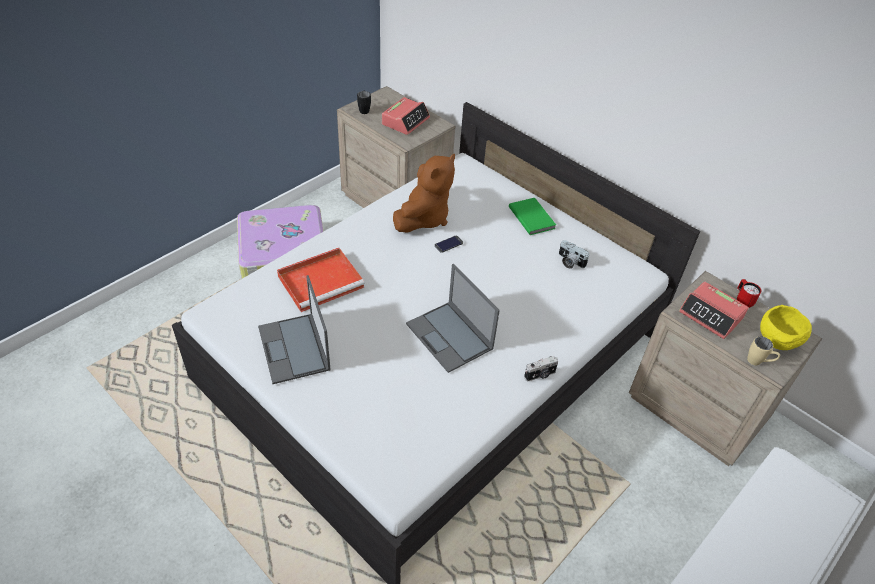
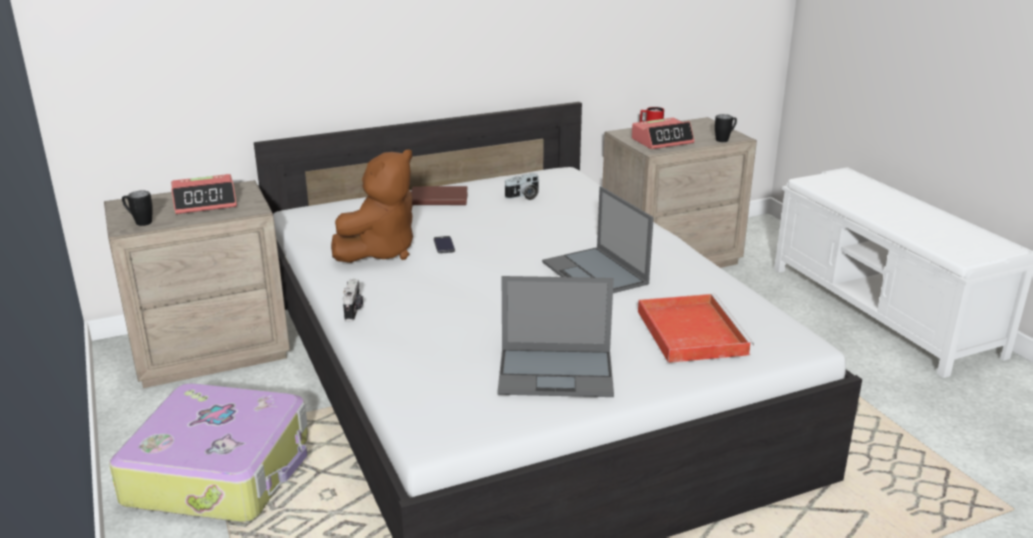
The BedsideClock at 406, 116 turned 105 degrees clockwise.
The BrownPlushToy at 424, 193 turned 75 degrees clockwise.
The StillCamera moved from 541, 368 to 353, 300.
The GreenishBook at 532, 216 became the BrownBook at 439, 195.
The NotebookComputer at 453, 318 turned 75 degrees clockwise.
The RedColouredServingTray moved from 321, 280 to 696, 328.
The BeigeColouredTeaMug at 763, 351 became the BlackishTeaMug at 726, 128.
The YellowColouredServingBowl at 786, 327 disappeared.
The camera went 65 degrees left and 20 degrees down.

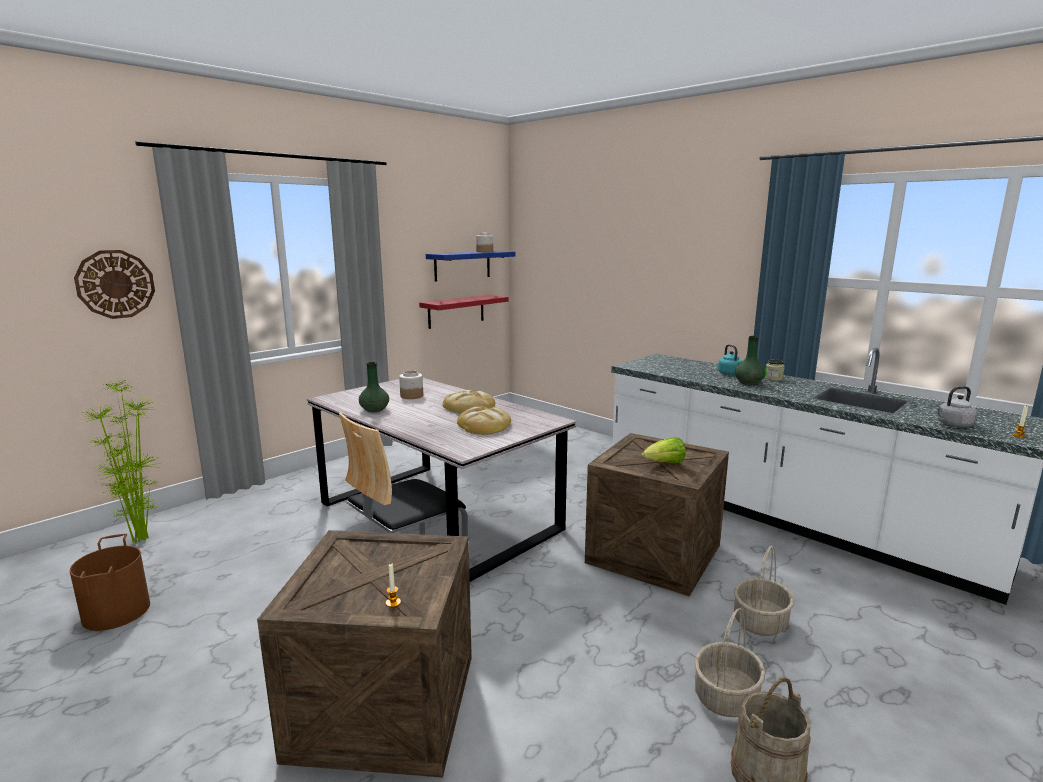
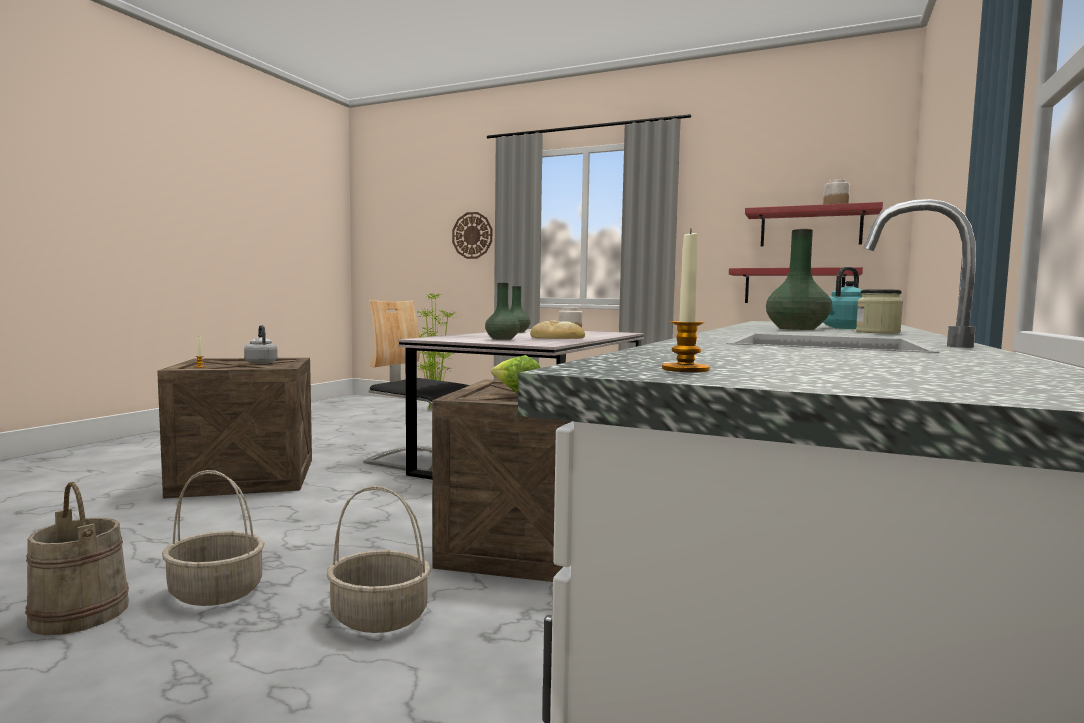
The GreyishWaterKettle moved from 956, 406 to 261, 344.
The Bread at 484, 421 was replaced by the GreenishVase at 502, 311.
The BlueColouredShelf at 470, 266 became the RedColouredShelf at 814, 224.
The BrownWaterBucket at 110, 582 disappeared.
The camera went 70 degrees right and 10 degrees down.

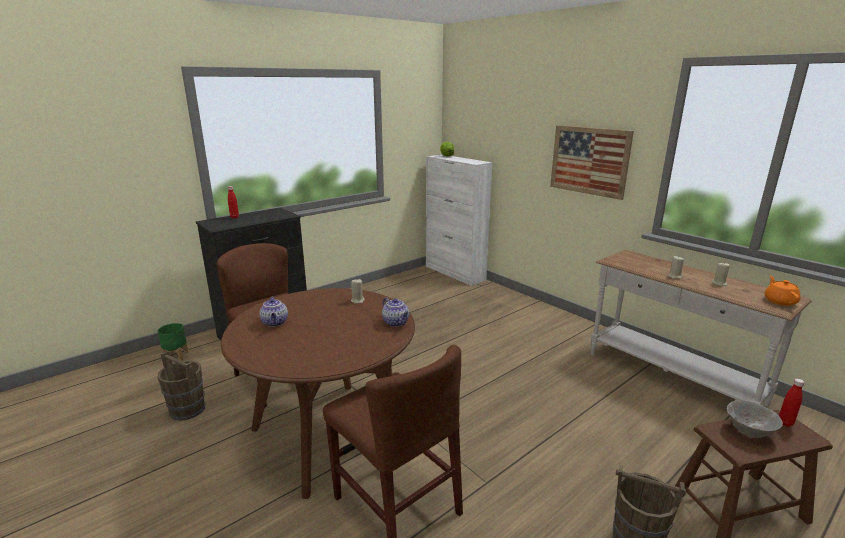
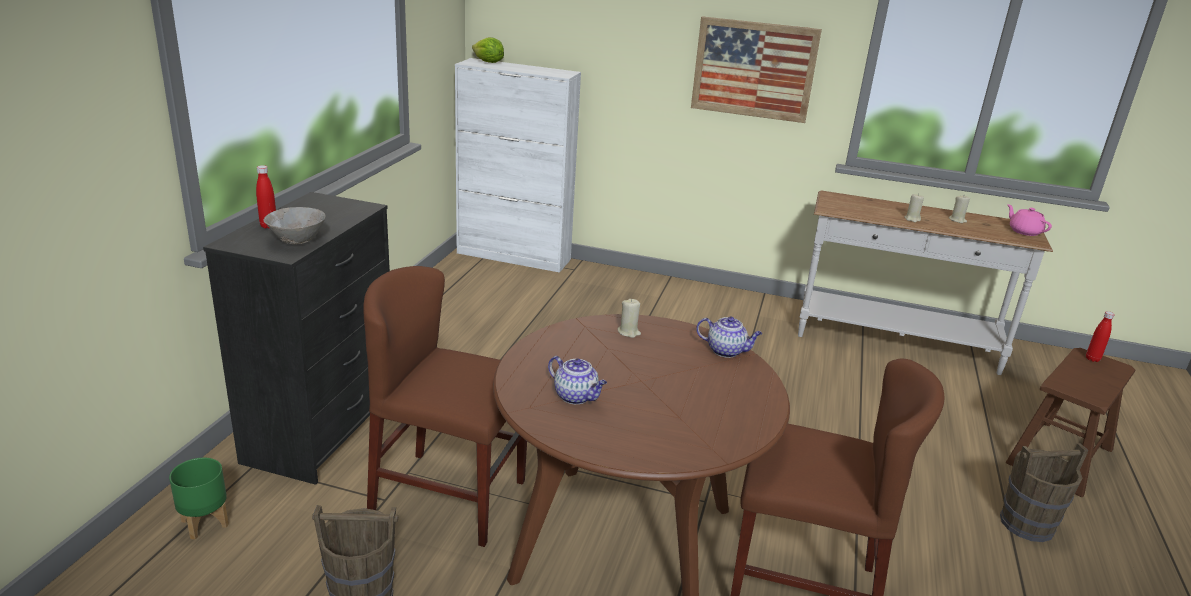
The GreyishServingBowl moved from 755, 419 to 295, 225.
The OrangeColouredTeaPot at 782, 291 became the PinkTeaPot at 1029, 220.
The camera went 35 degrees left and 5 degrees up.

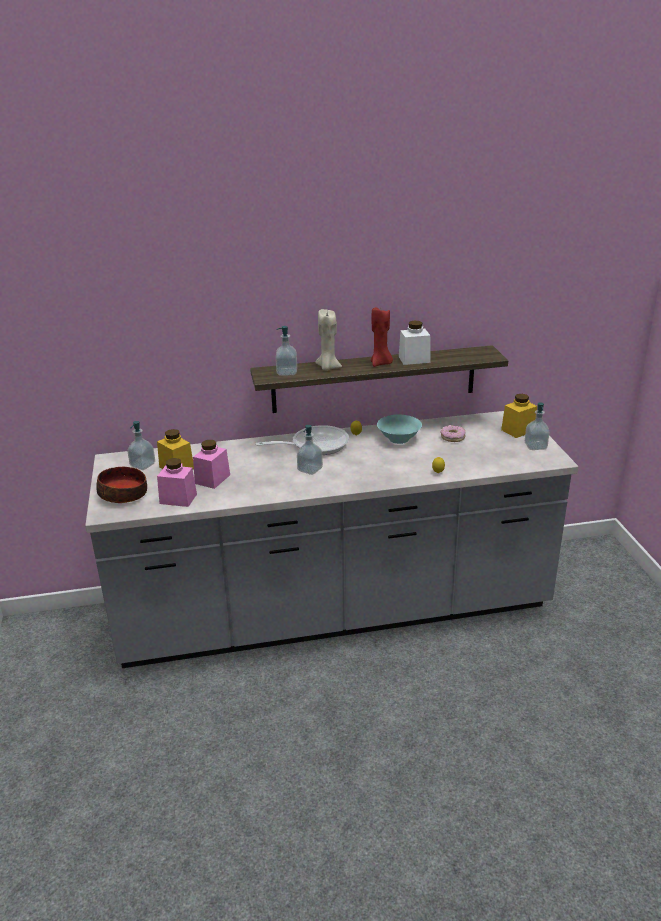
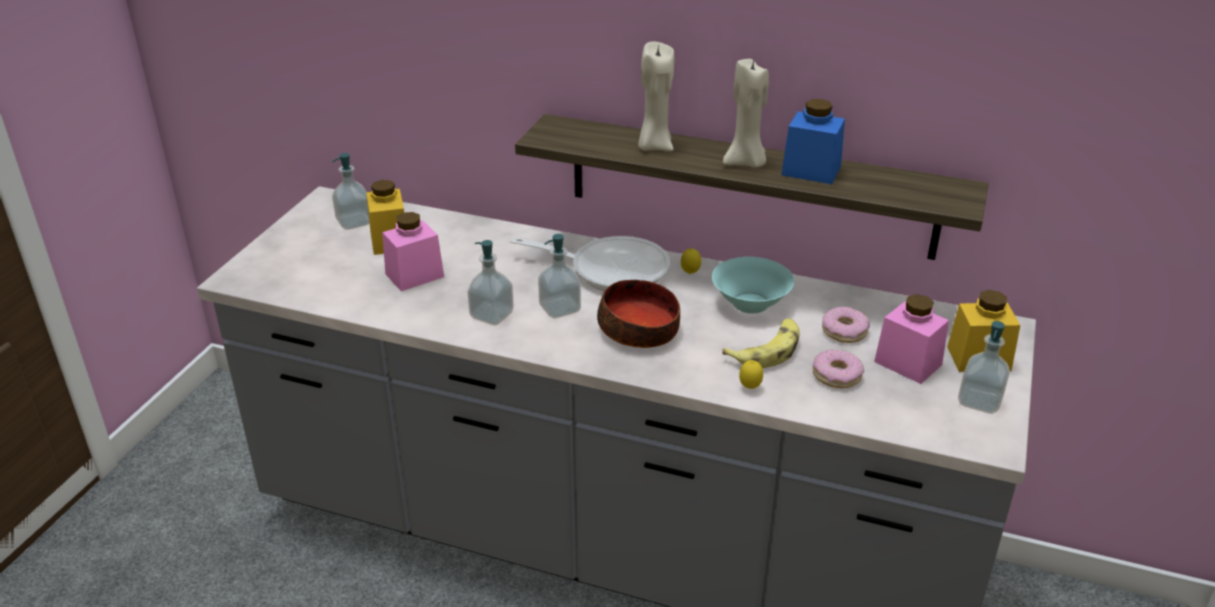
The SoapBottle moved from 286, 351 to 490, 282.
The ServingBowl moved from 121, 485 to 638, 314.
The BananaFruit at 761, 343 appeared.
The RedColouredWaxCandle at 382, 337 became the BeigeColouredWaxCandle at 746, 113.
The WhitePreserveJar at 415, 343 became the BlueColouredPreserveJar at 813, 141.
The Doughnut at 838, 368 appeared.
The PinkPreserveJar moved from 177, 482 to 911, 339.
The camera went 30 degrees right and 5 degrees up.

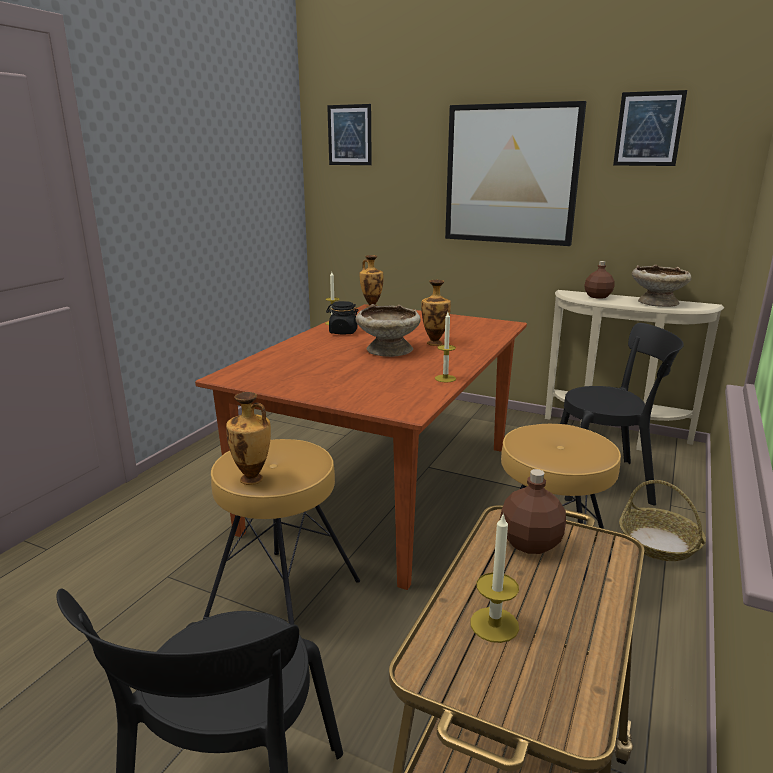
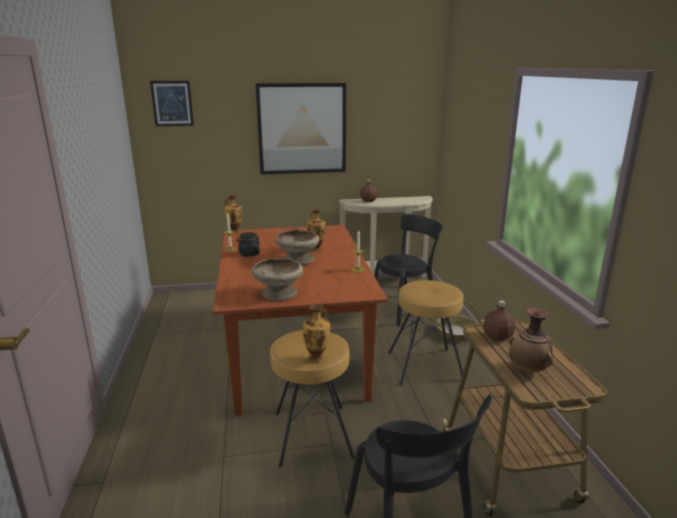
The BeigeColouredServingBowl moved from 661, 286 to 277, 279.
The WaxCandle at 495, 577 was replaced by the Vase at 531, 340.
The WallArt at 650, 128 disappeared.
The camera went 35 degrees left and 0 degrees up.

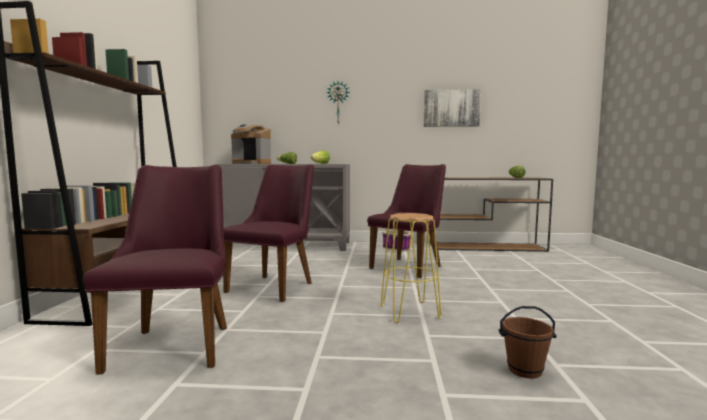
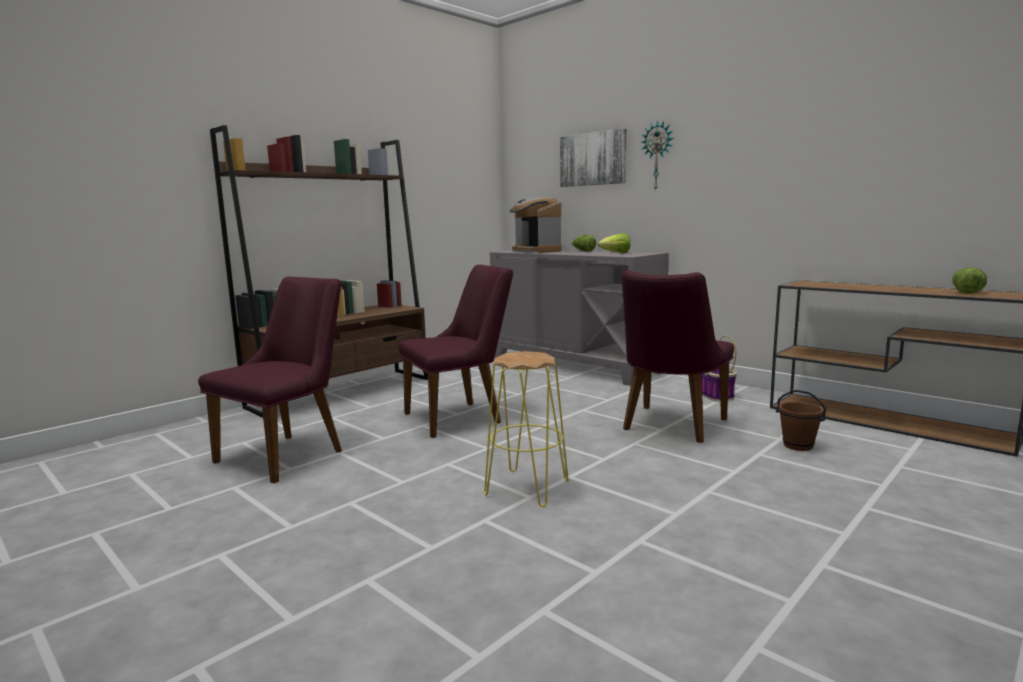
The WallArt moved from 452, 108 to 593, 157.
The PurpleChair at 406, 221 turned 135 degrees clockwise.
The BrownWaterBucket moved from 528, 342 to 801, 420.
The camera went 40 degrees right and 5 degrees up.

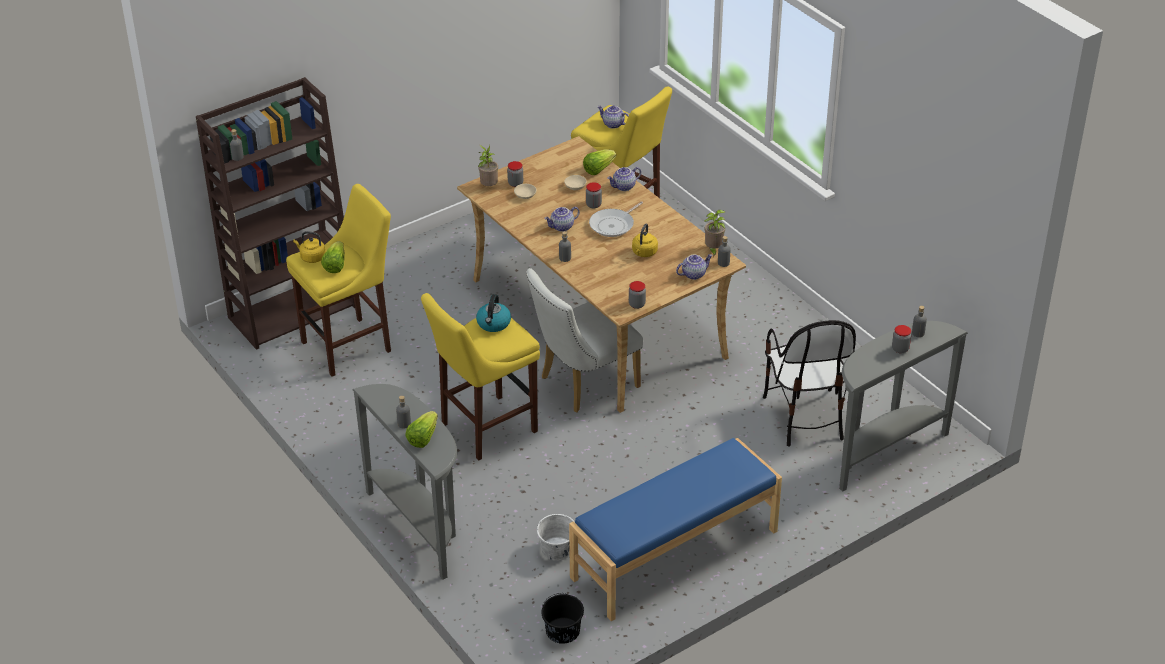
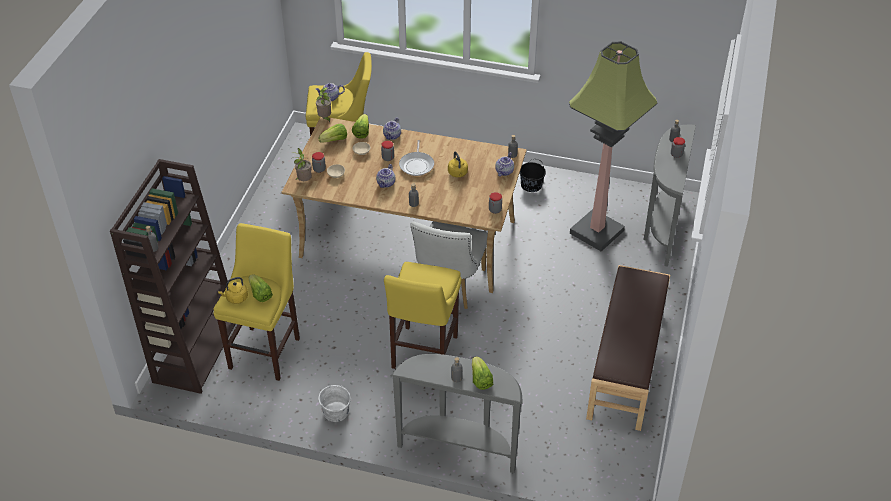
The PlantInAPot moved from 715, 233 to 323, 104.
The LettuceHead at 332, 133 appeared.
The WhiteWaterBucket moved from 556, 537 to 334, 403.
The BlackishWaterBucket moved from 562, 618 to 533, 176.
The Chair at 809, 383 was replaced by the FloorLamp at 613, 147.
The BlueColouredIndoorBench at 675, 529 became the BrownIndoorBench at 628, 348.
The WaterKettle at 493, 313 disappeared.
The camera went 40 degrees left and 5 degrees up.

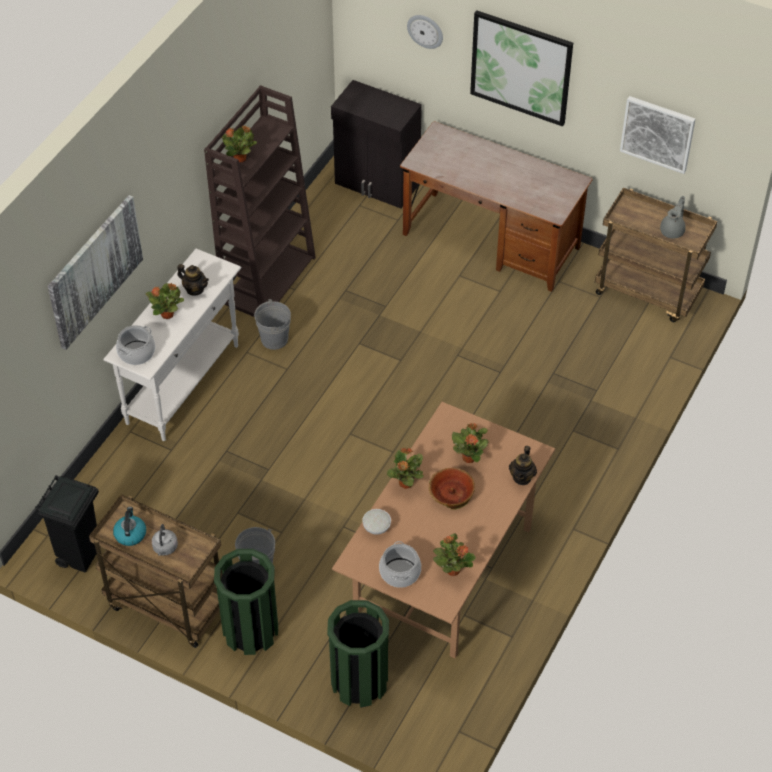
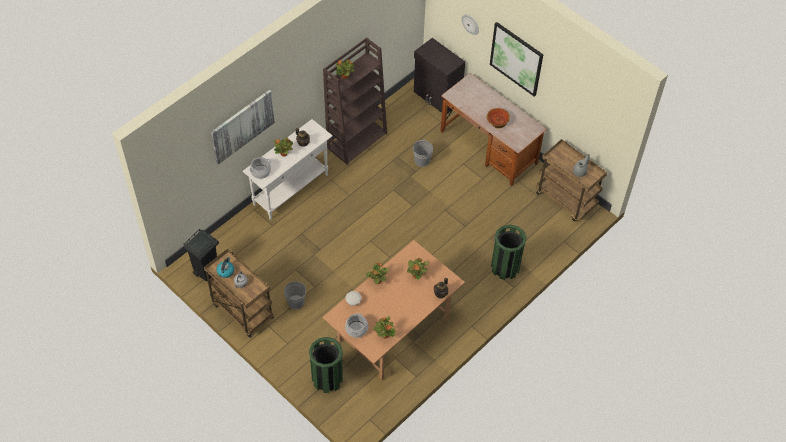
The GreyishWaterBucket moved from 272, 324 to 423, 153.
The ServingBowl moved from 452, 489 to 498, 118.
The GreenishTrashCan moved from 246, 602 to 509, 252.
The WallArt at 657, 135 disappeared.
The camera went 15 degrees right and 5 degrees up.

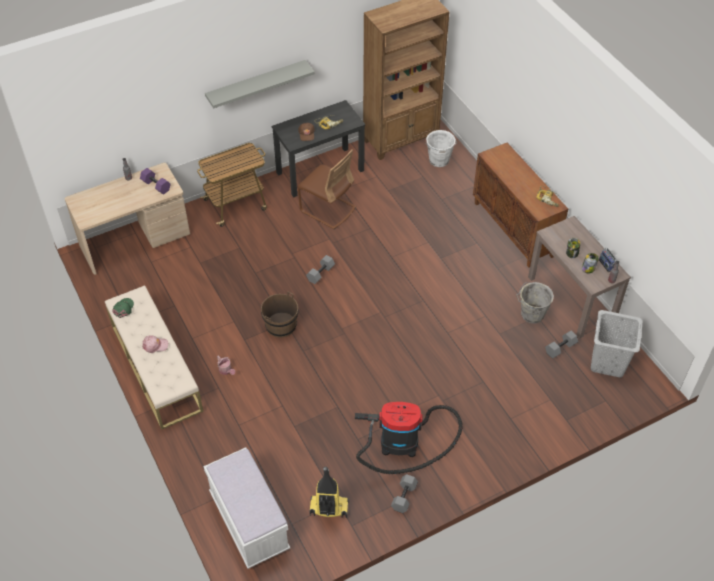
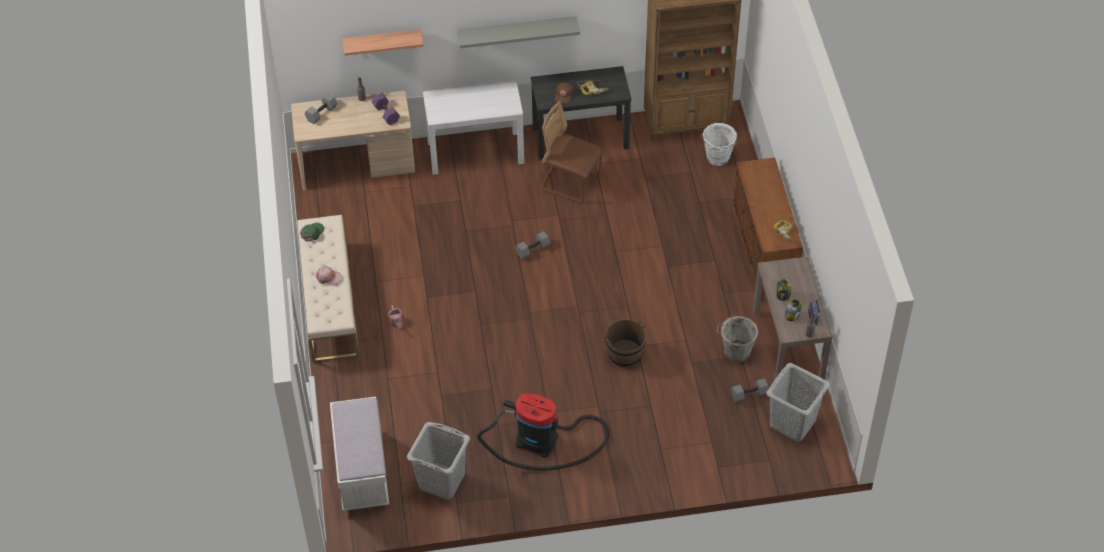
The GreyishDumbbell moved from 404, 493 to 321, 108.
The Shelf at 383, 42 appeared.
The Vacuum at 329, 492 was replaced by the GreyishLaundryBasket at 438, 461.
The Trolley at 232, 185 was replaced by the WhiteConsoleTable at 473, 128.
The BrownChair at 326, 189 turned 150 degrees clockwise.
The BrownWaterBucket moved from 279, 314 to 625, 343.
The camera went 20 degrees right and 0 degrees up.

